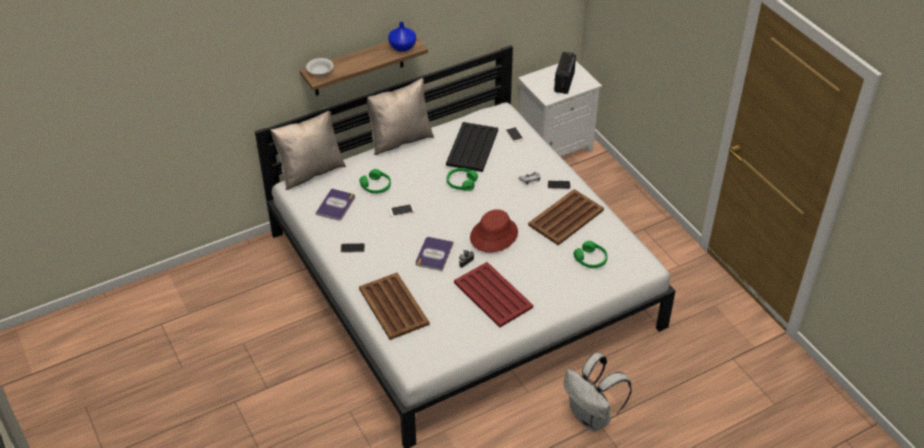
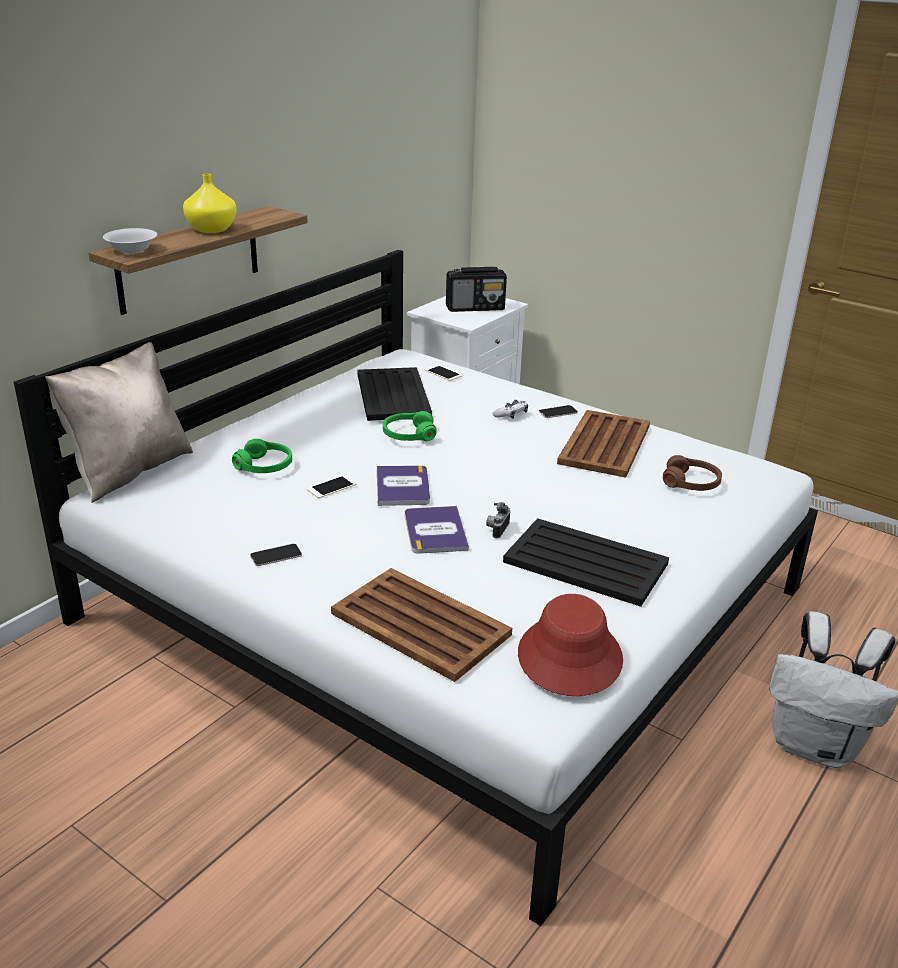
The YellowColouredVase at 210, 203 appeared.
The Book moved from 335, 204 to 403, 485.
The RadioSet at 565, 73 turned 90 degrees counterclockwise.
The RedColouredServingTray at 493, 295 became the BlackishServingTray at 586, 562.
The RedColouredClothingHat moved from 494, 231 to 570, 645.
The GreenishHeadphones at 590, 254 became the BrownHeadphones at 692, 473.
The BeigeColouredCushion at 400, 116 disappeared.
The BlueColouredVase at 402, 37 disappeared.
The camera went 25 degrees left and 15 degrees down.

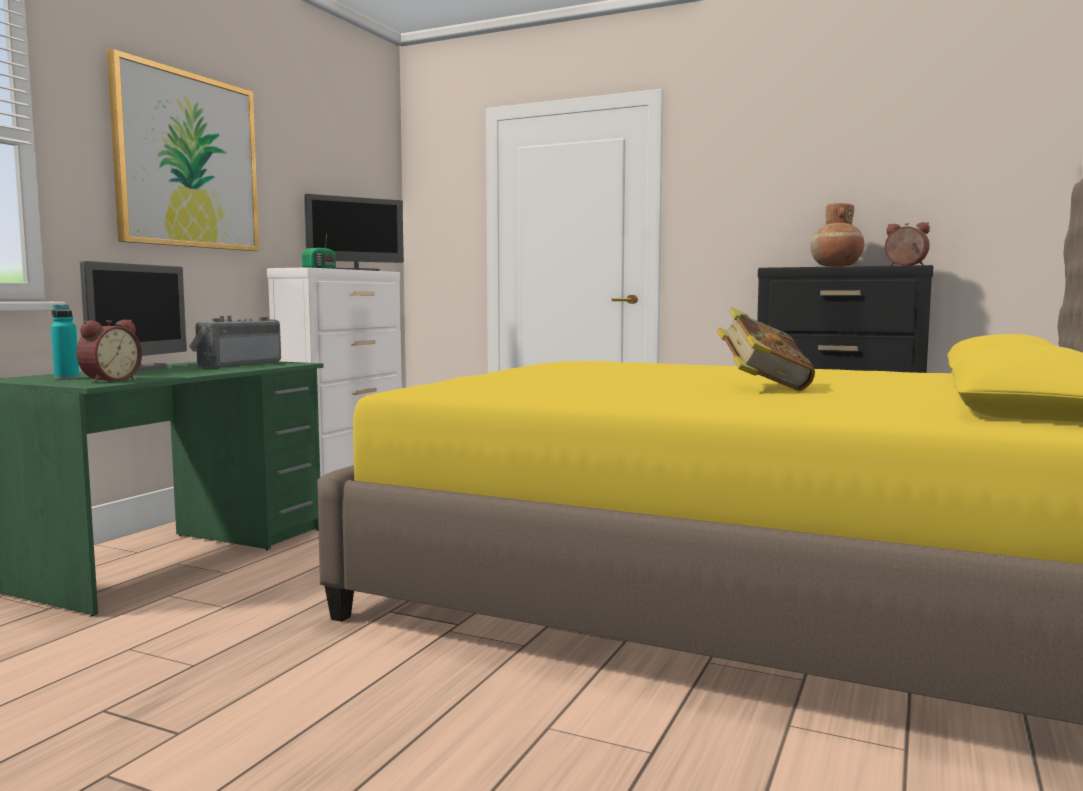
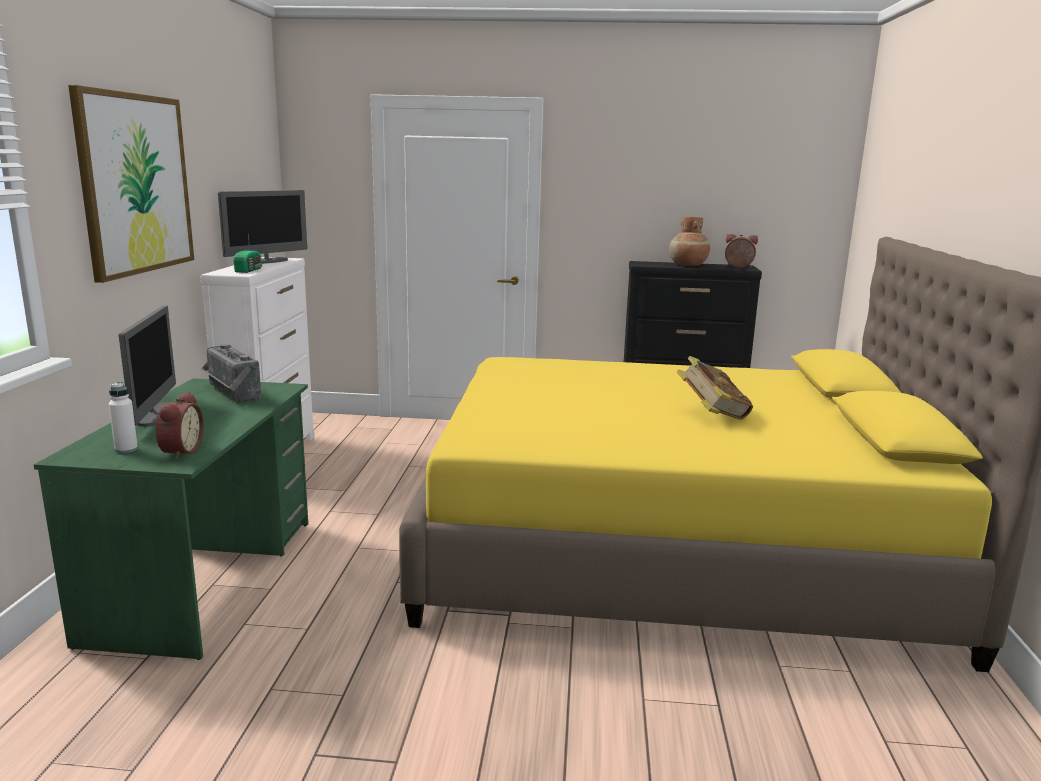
The TurquoiseDrinkBottle at 65, 342 became the WhiteDrinkBottle at 123, 417.
The RadioSet at 235, 341 turned 45 degrees counterclockwise.
The camera went 20 degrees left and 10 degrees up.

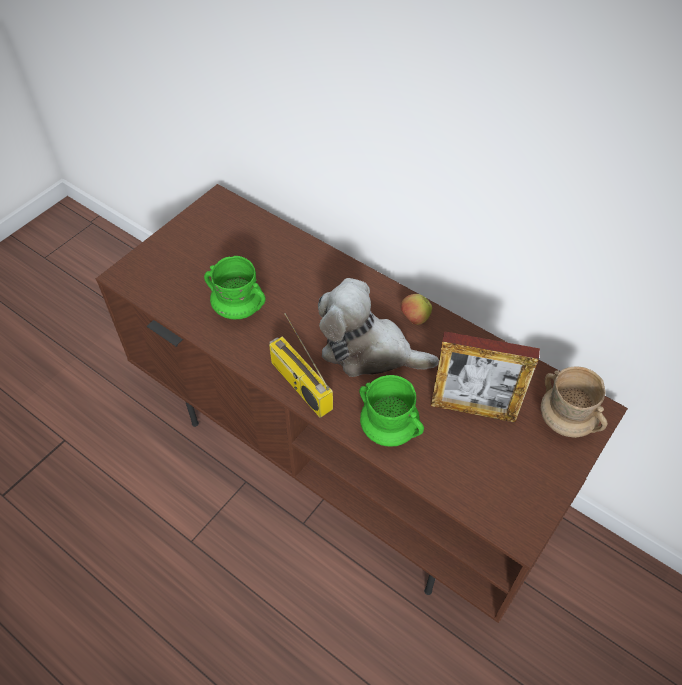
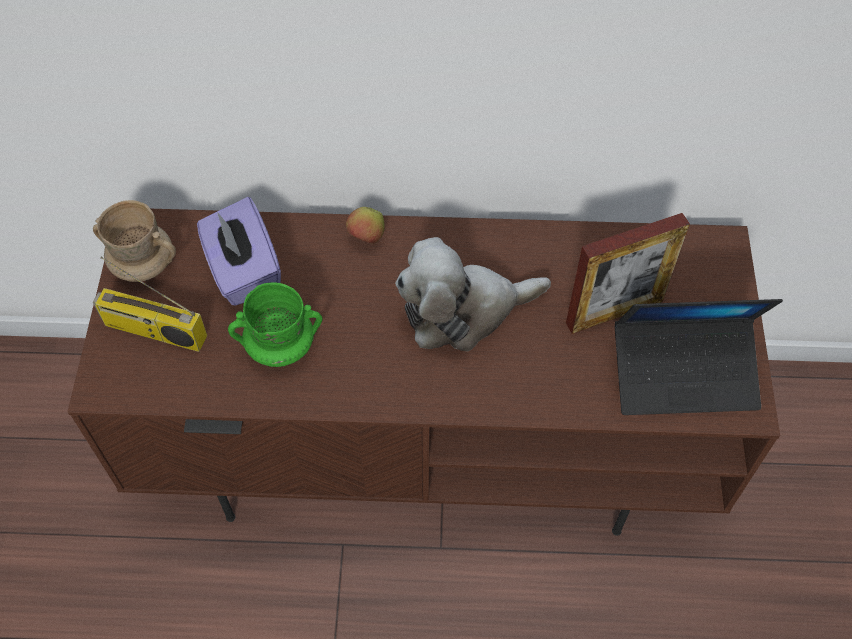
The BeigeColouredTeaMug moved from 574, 402 to 134, 241.
The RadioSet moved from 301, 365 to 150, 304.
The PurpleTissueBox at 239, 251 appeared.
The Apple moved from 416, 309 to 365, 225.
The NotebookComputer at 699, 357 appeared.
The GreenishTeaMug at 391, 410 disappeared.
The camera went 35 degrees left and 5 degrees up.

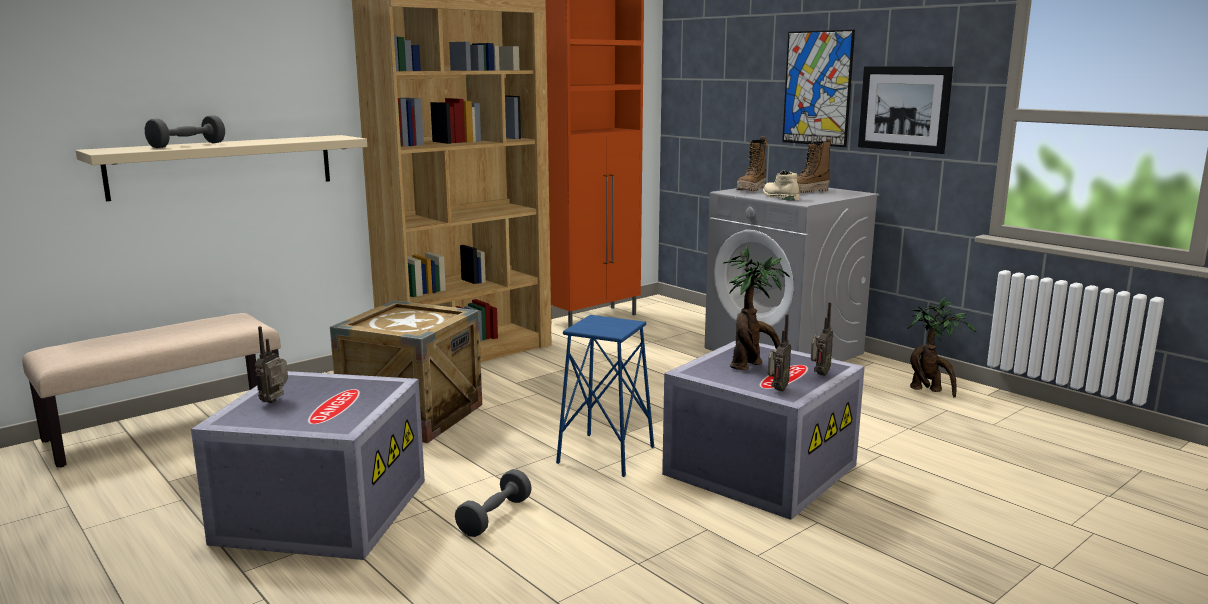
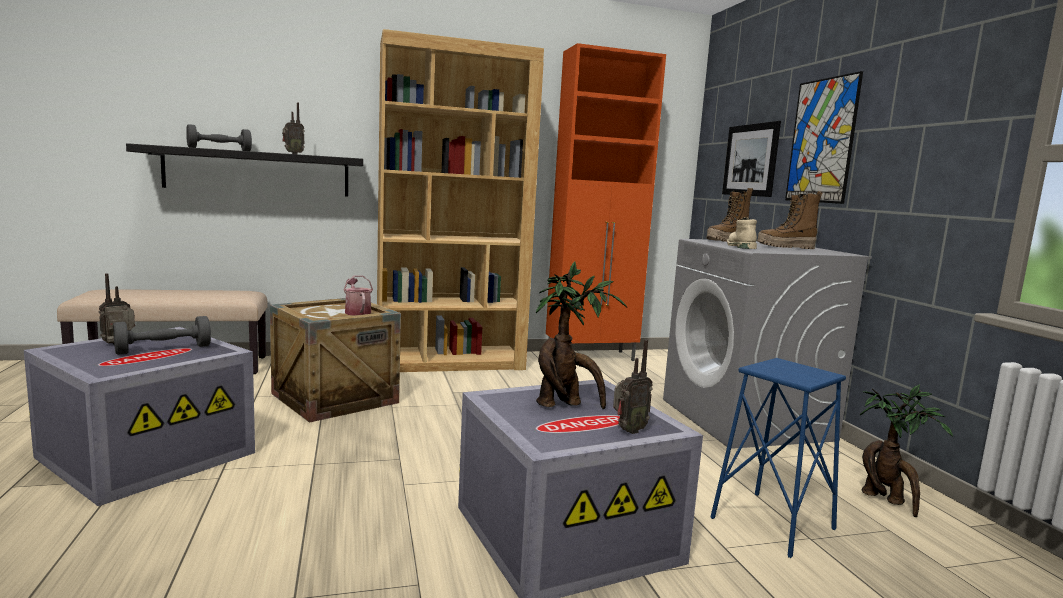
The GreyishDumbbell moved from 493, 503 to 162, 335.
The BeigeColouredShelf at 221, 168 became the BlackishShelf at 244, 170.
The RadioSet moved from 779, 352 to 293, 128.
The WateringPot at 358, 295 appeared.
The BlueColouredStoolSeat moved from 605, 396 to 778, 458.
The WallArt moved from 905, 110 to 751, 159.
The camera went 25 degrees right and 5 degrees down.

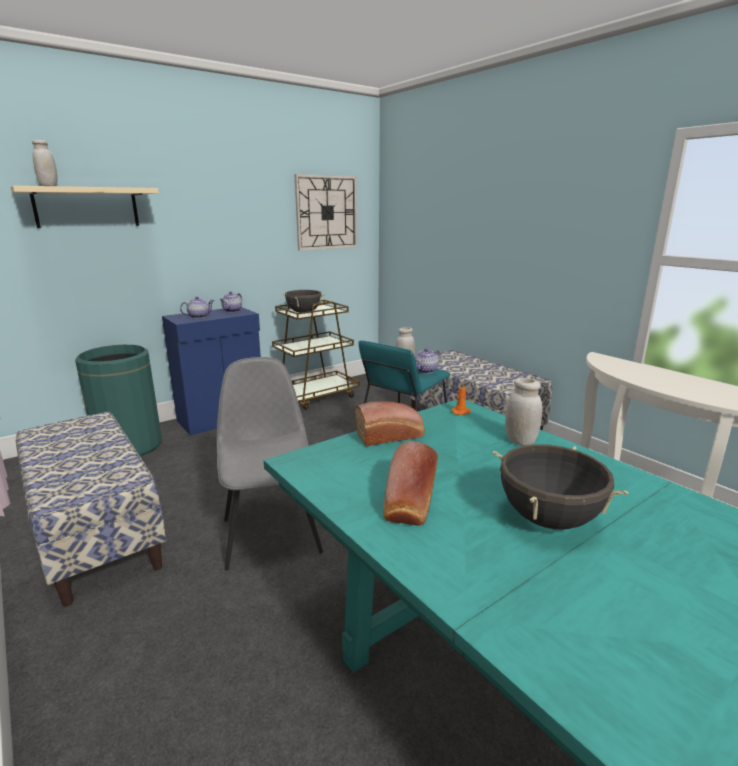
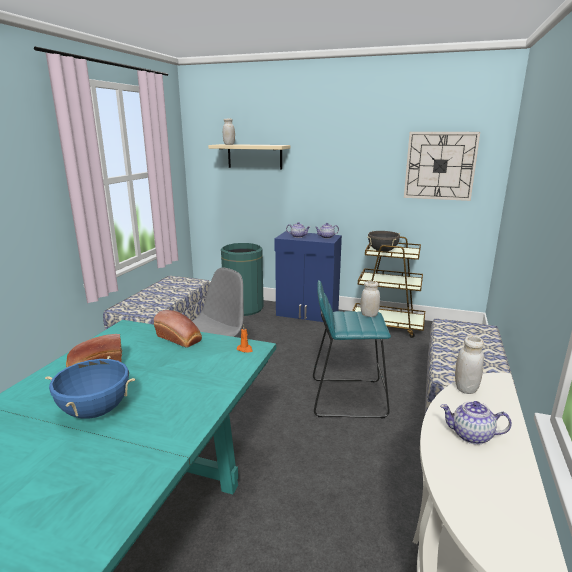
The BlackishStockpot at 560, 487 became the BlueColouredStockpot at 90, 387.
The TeaPot moved from 427, 360 to 476, 423.
The WhitePreserveJar moved from 523, 412 to 469, 365.
The camera went 55 degrees right and 0 degrees up.

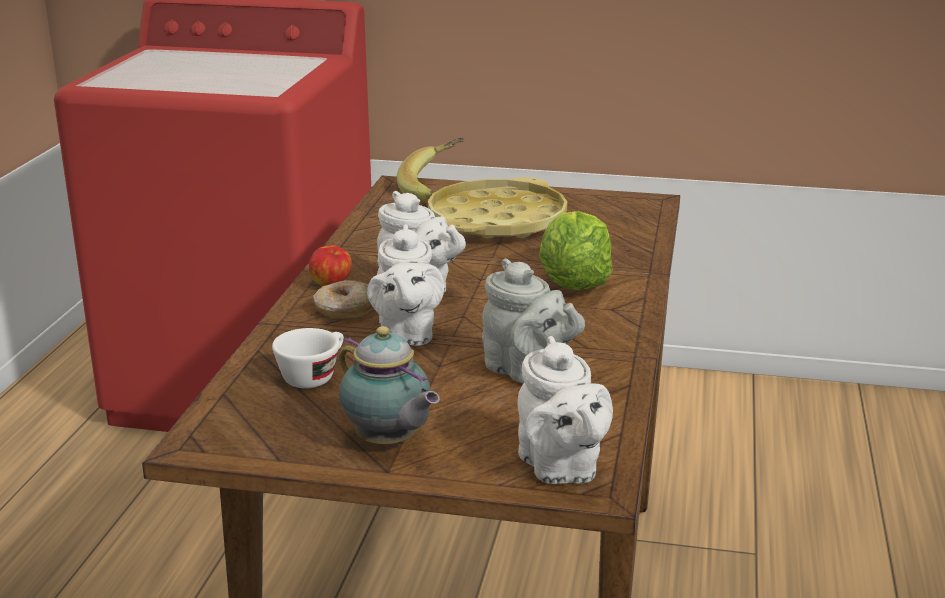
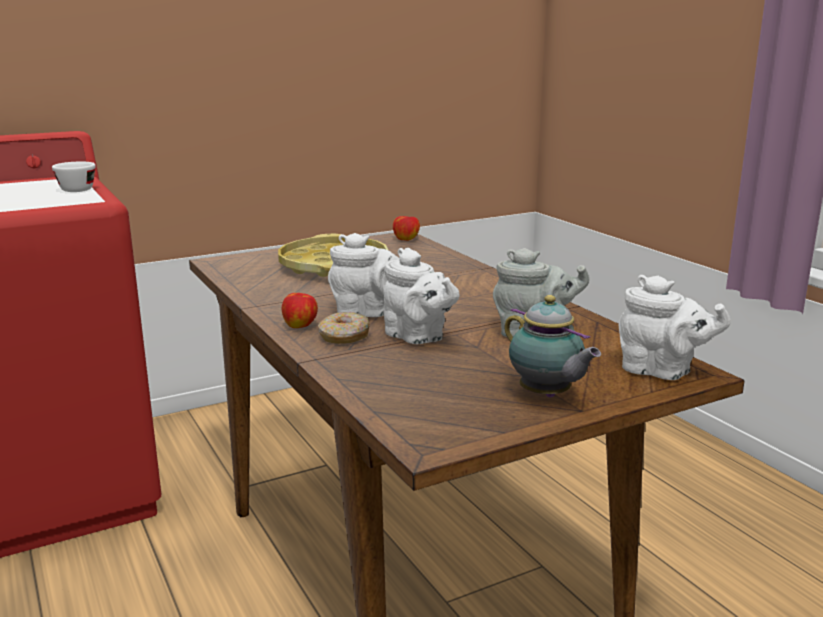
The WhiteDrinkingCup moved from 308, 358 to 74, 176.
The Apple at 406, 228 appeared.
The TeaPot at 389, 386 turned 45 degrees clockwise.
The BananaFruit at 430, 169 disappeared.
The LettuceHead at 576, 250 disappeared.
The camera went 40 degrees left and 5 degrees down.

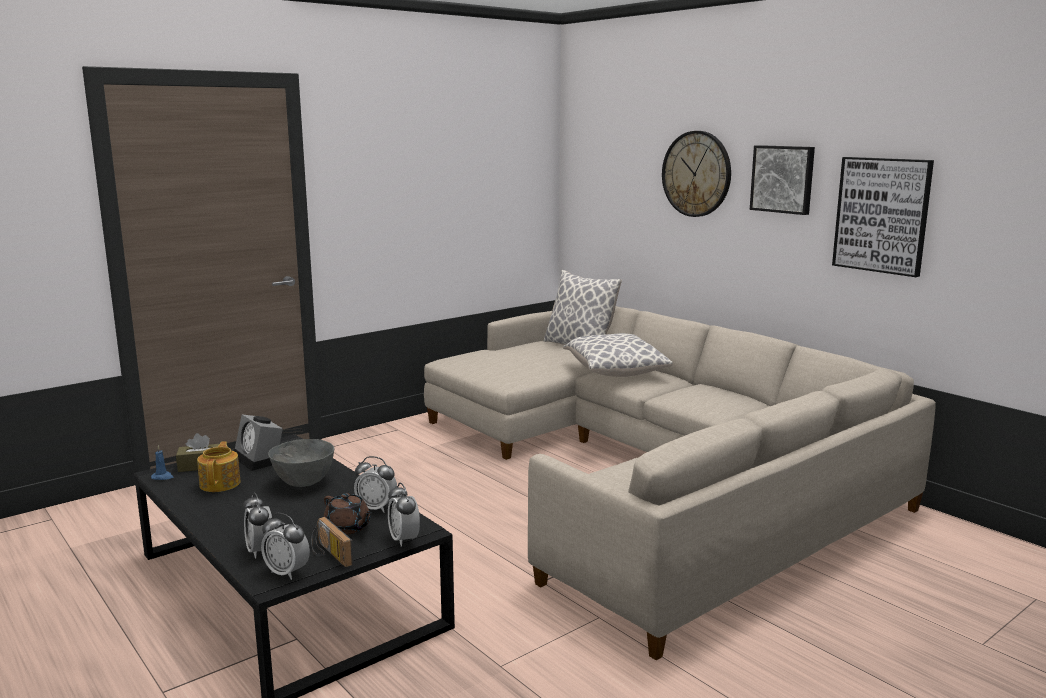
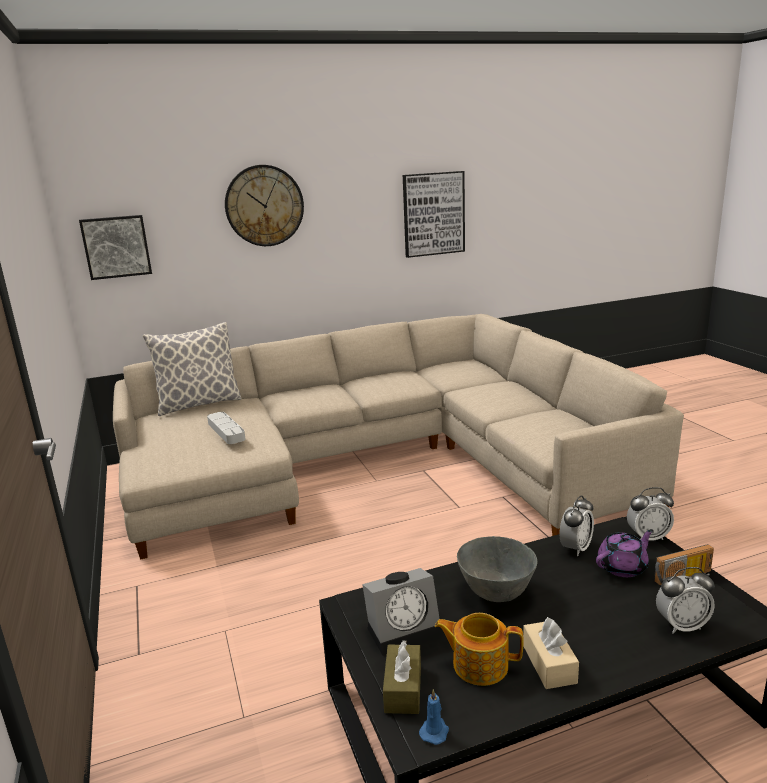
The WallArt moved from 782, 180 to 115, 247.
The GreyishServingTray at 226, 428 appeared.
The BeigeColouredTissueBox at 551, 653 appeared.
The BrownTeaPot at 347, 514 became the PurpleTeaPot at 624, 553.
The BedsideClock at 285, 546 disappeared.
The Cushion at 617, 355 disappeared.
The camera went 70 degrees left and 5 degrees up.

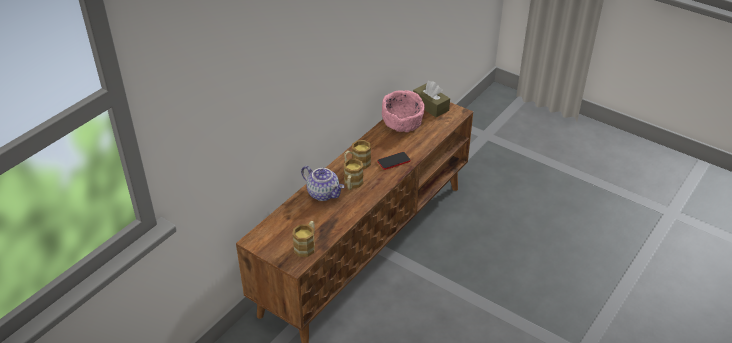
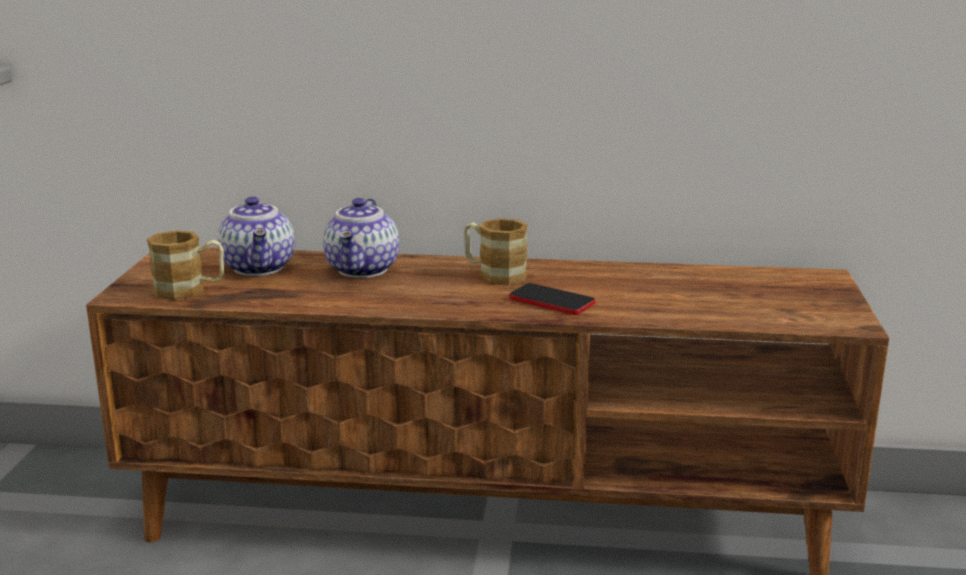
The TeaPot at 256, 236 appeared.
The TeaMug at 353, 174 disappeared.
The PinkServingBowl at 403, 111 disappeared.
The BrownTissueBox at 431, 99 disappeared.
The camera went 60 degrees right and 20 degrees down.

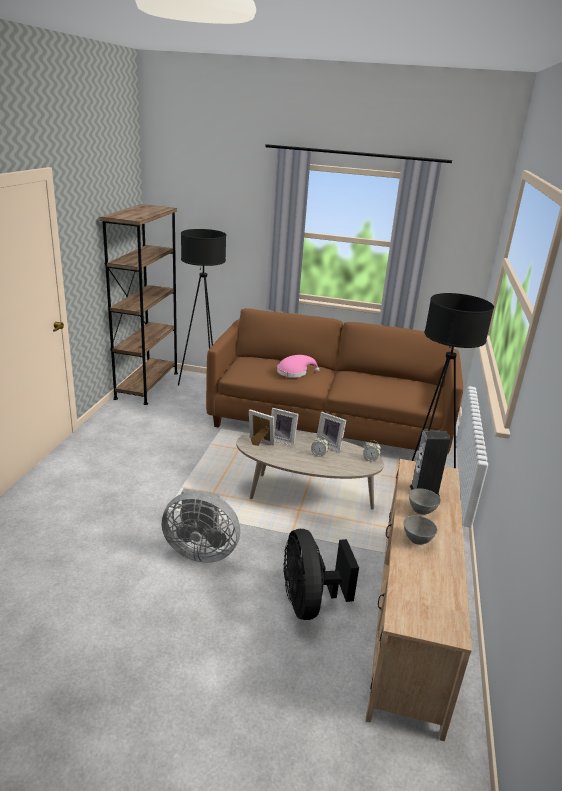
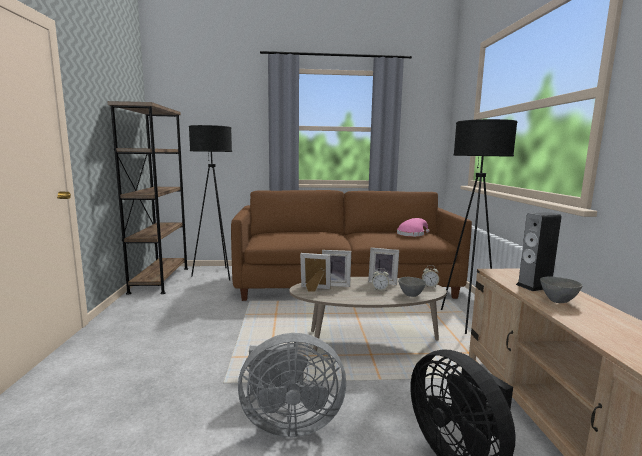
The PinkClothingHat moved from 298, 366 to 413, 227.
The GreyishServingBowl moved from 420, 530 to 412, 287.
The camera went 15 degrees left and 15 degrees down.

